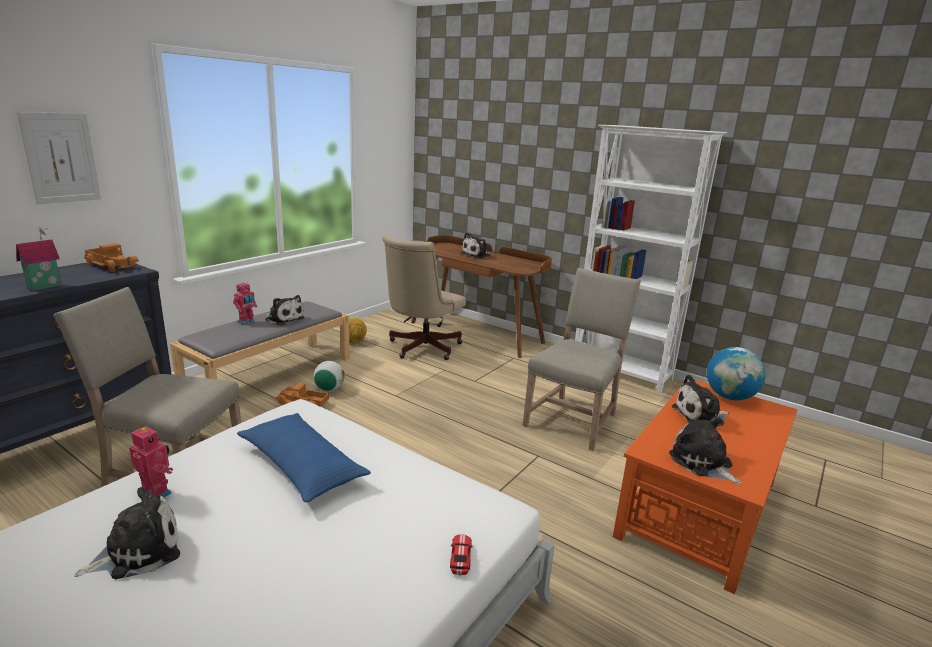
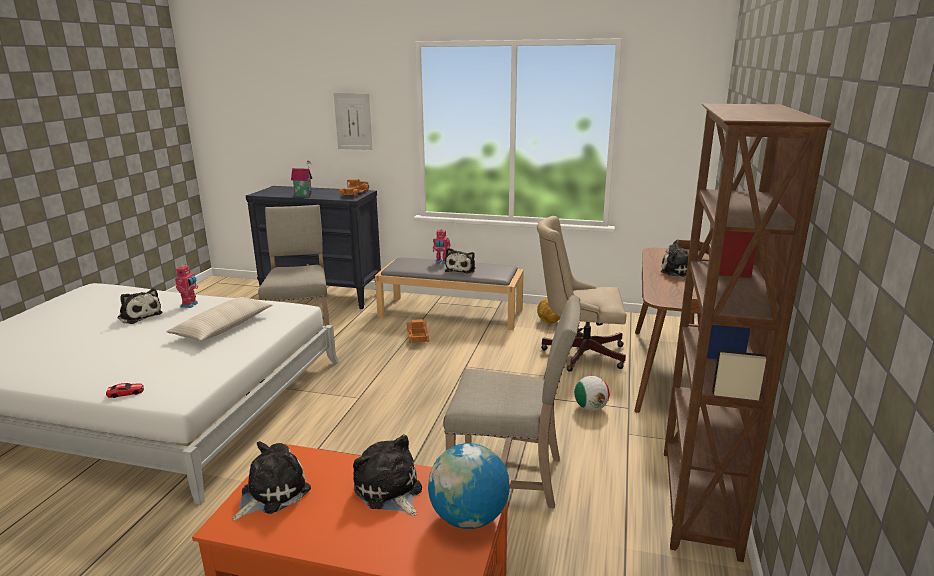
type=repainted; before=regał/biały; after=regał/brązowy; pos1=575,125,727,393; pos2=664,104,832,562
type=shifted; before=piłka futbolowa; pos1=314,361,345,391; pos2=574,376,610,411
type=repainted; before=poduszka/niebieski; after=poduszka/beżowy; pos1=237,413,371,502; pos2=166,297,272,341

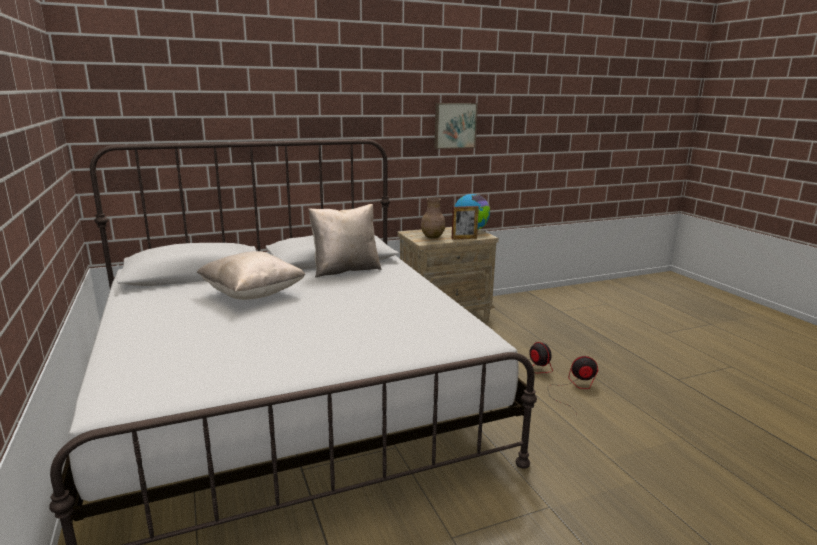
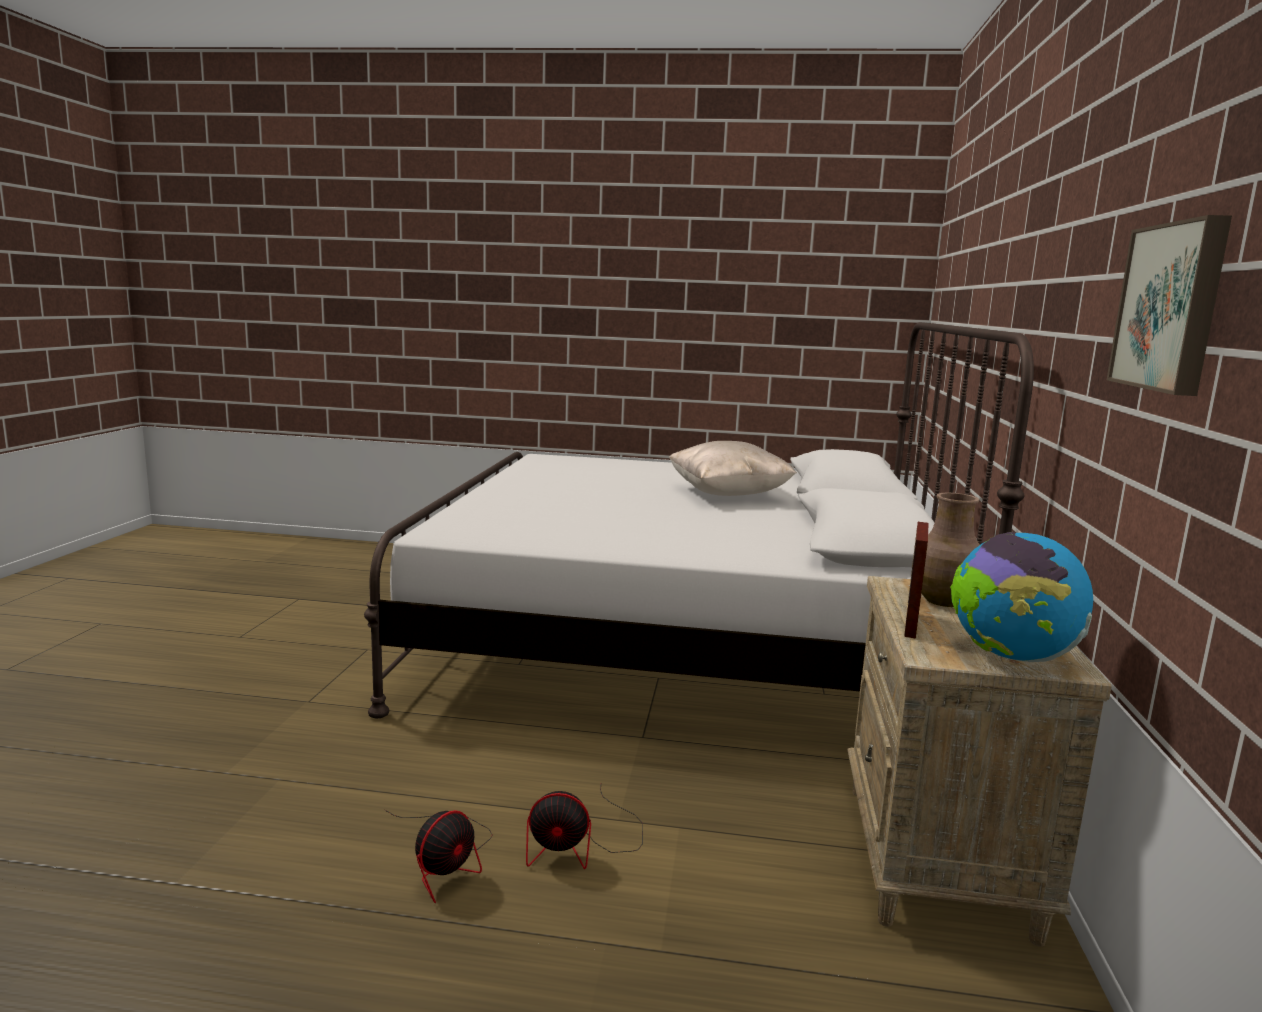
type=gone; before=poduszka/beżowy; pos1=308,204,382,278

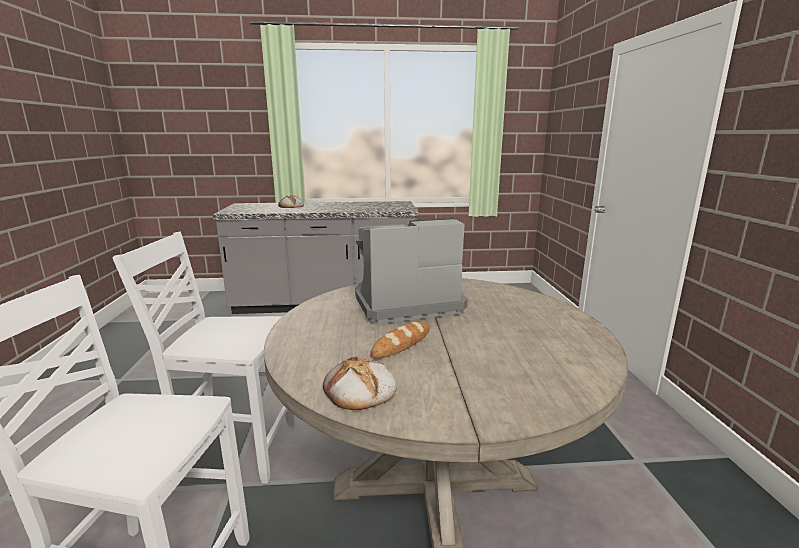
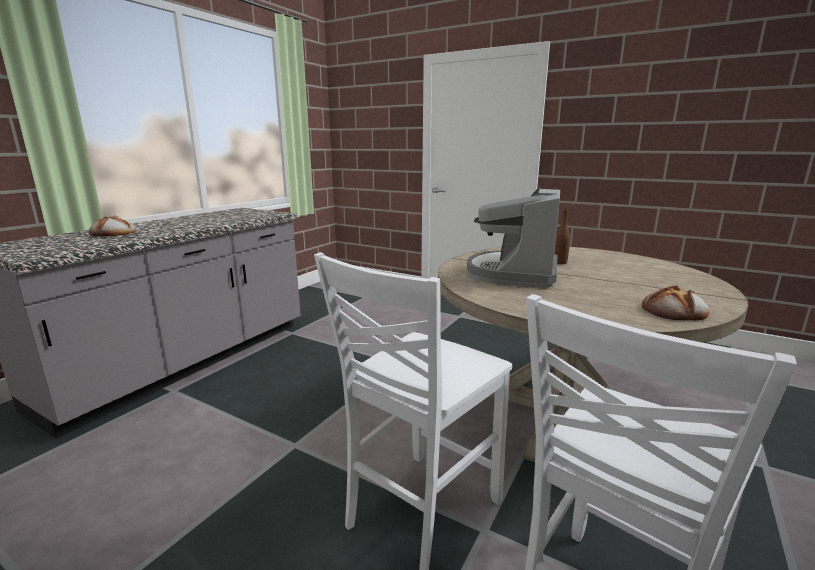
type=gone; before=chleb; pos1=370,322,430,359
type=new; after=butelka/brązowy; pos2=554,207,570,264

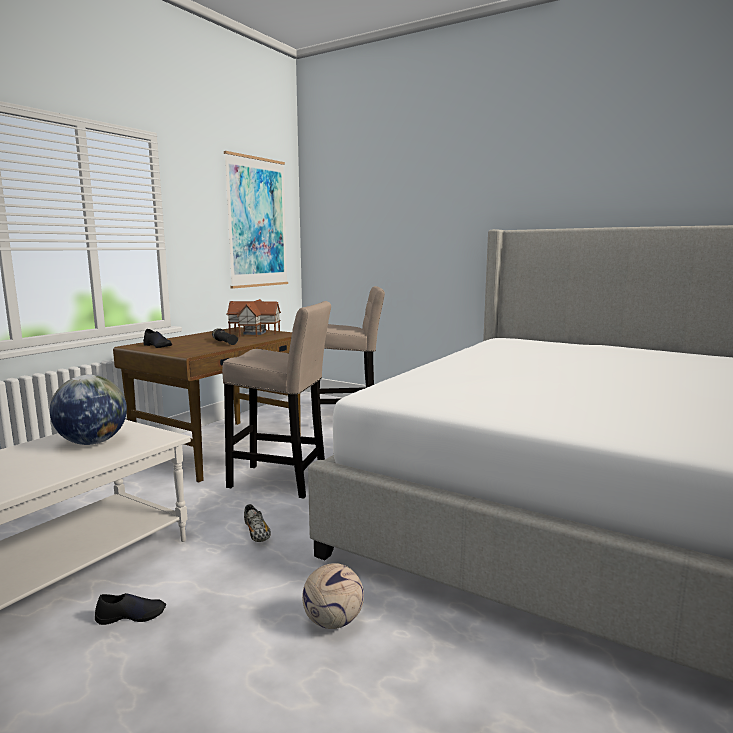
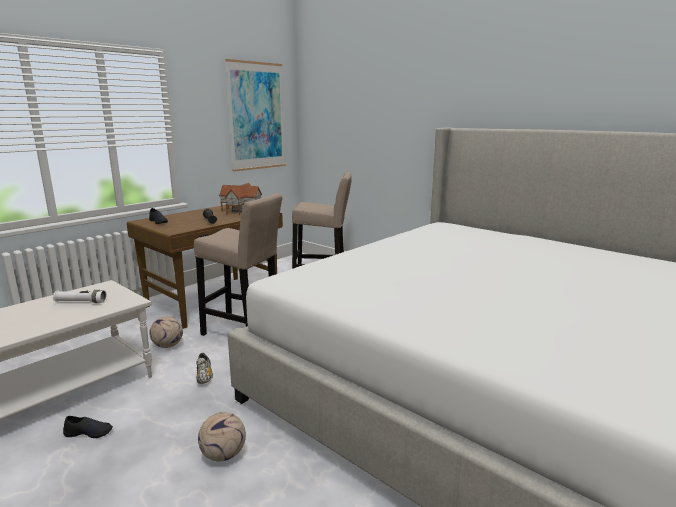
type=swapped; before=globus; after=latarka/biały; pos1=50,375,127,445; pos2=53,290,107,303
type=new; after=piłka futbolowa; pos2=149,316,183,348

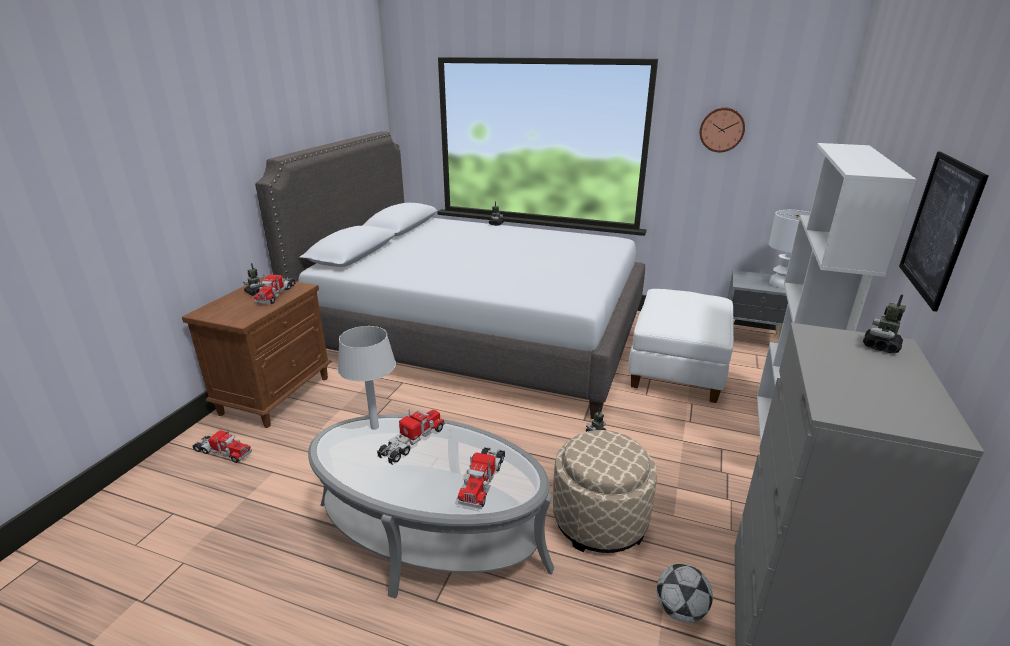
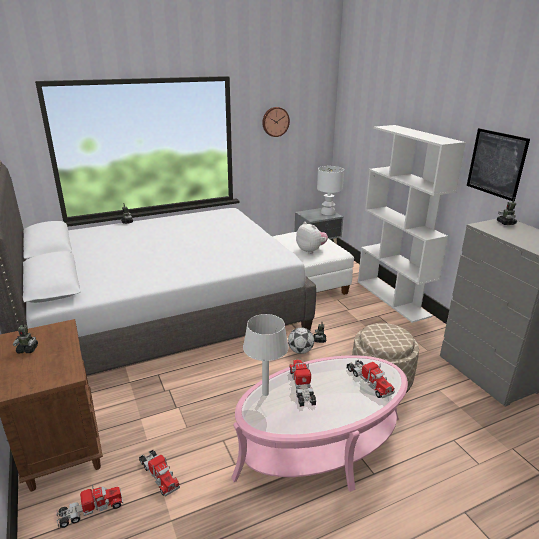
type=shifted; before=ciężarówka zabawkowa; pos1=254,274,296,304; pos2=139,450,180,497
type=repainted; before=ława/szary; after=ława/różowy; pos1=308,414,554,599; pos2=231,355,408,492
type=shifted; before=piłka futbolowa; pos1=657,564,713,623; pos2=288,327,314,354
type=new; after=pluszak; pos2=296,222,328,254

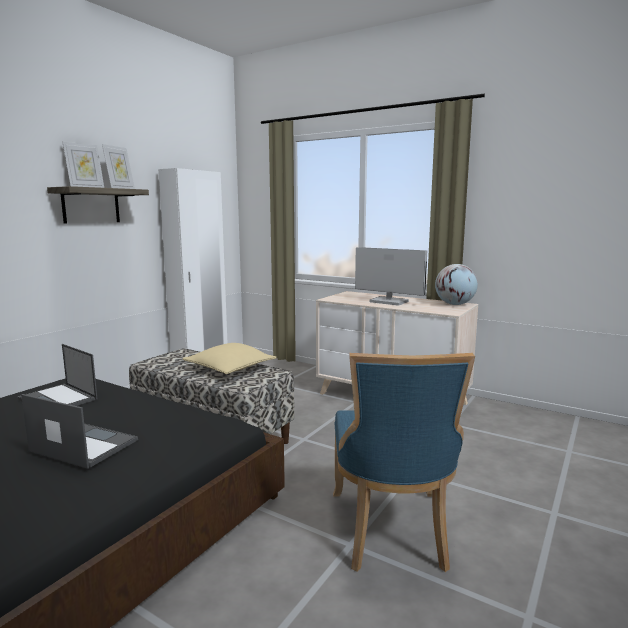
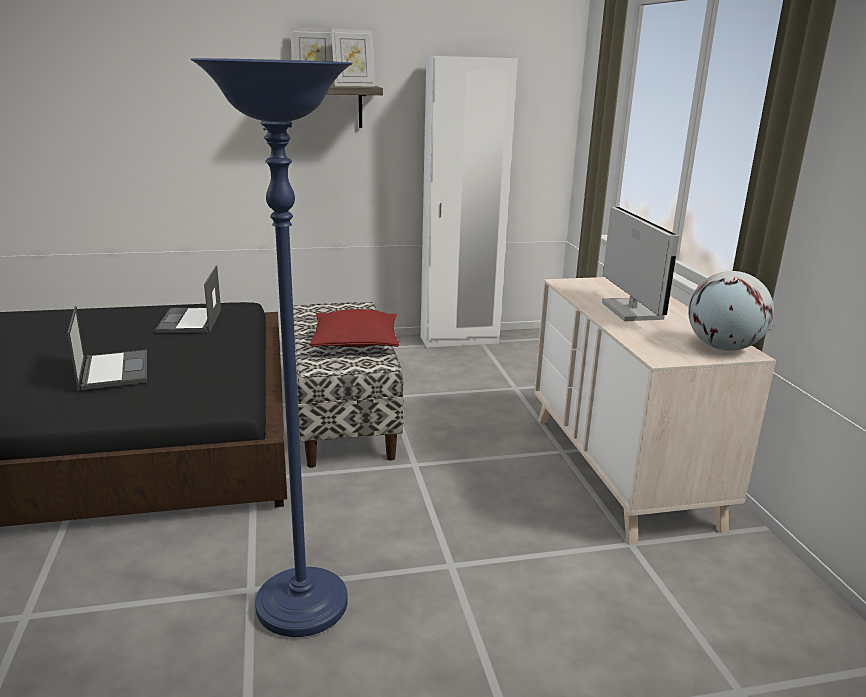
type=repainted; before=poduszka/beżowy; after=poduszka/czerwony; pos1=182,343,277,374; pos2=309,309,399,347
type=swapped; before=krzesło/niebieski; after=lampa stojąca/niebieski; pos1=333,353,475,572; pos2=191,58,352,637

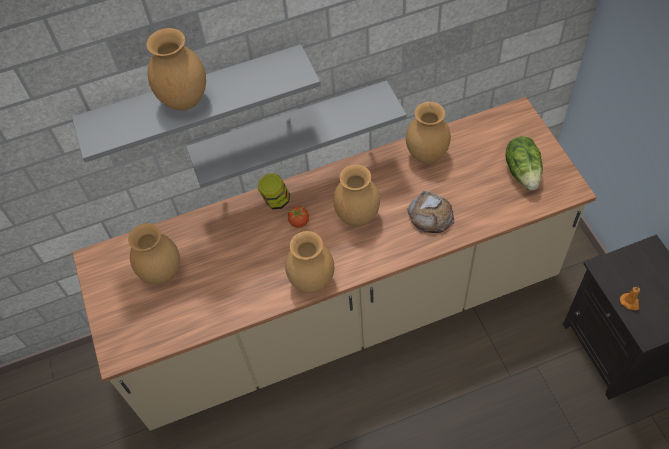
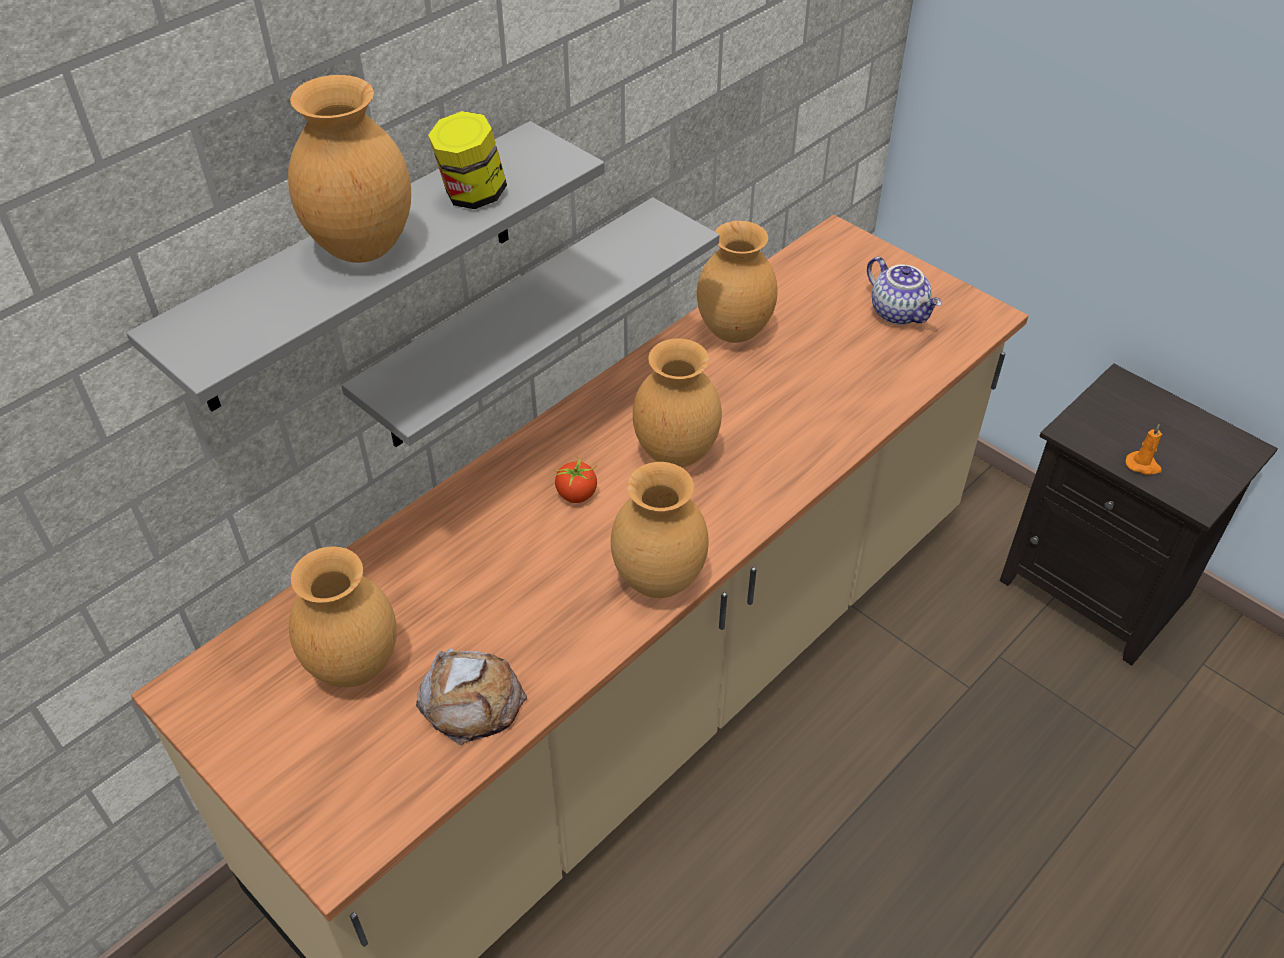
type=swapped; before=sałata; after=imbryk; pos1=505,136,543,190; pos2=867,257,942,325
type=shifted; before=słoik; pos1=258,173,290,209; pos2=428,111,507,209
type=shifted; before=chleb; pos1=407,191,455,233; pos2=416,648,527,745

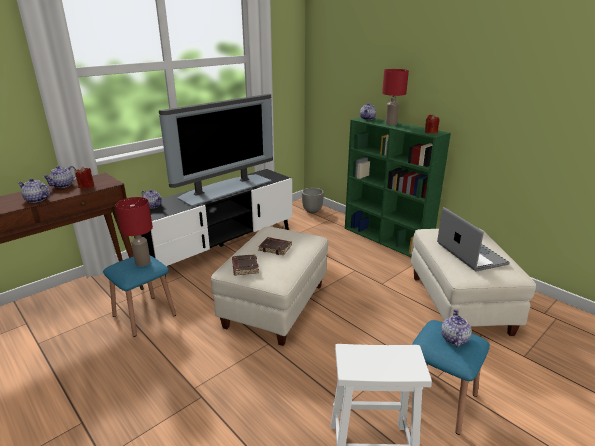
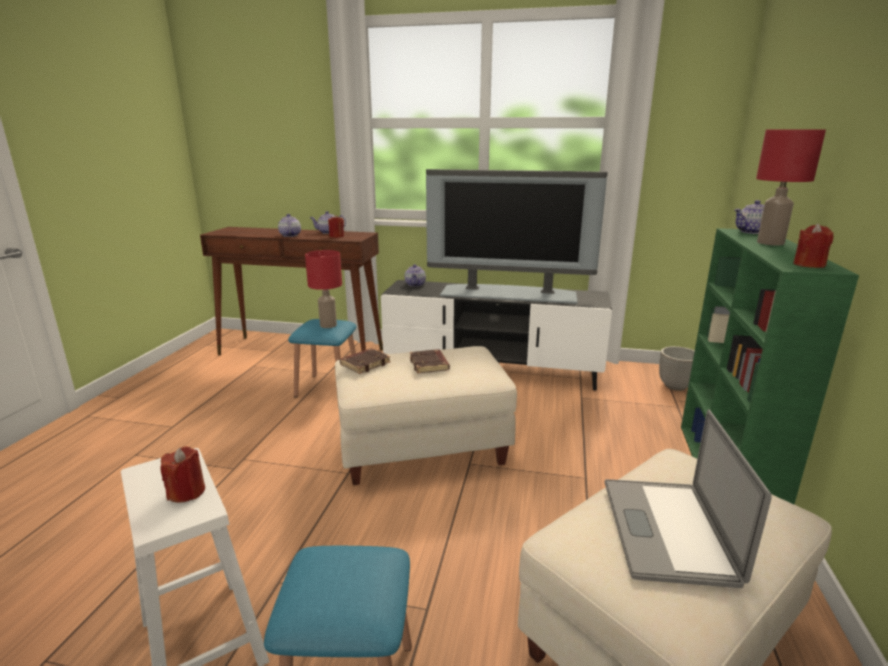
type=rotated; before=laptop; pos1=437,207,510,271; pos2=605,409,772,588; turn=150
type=gone; before=imbryk; pos1=441,309,472,347
type=new; after=świeca/czerwony; pos2=160,447,205,503

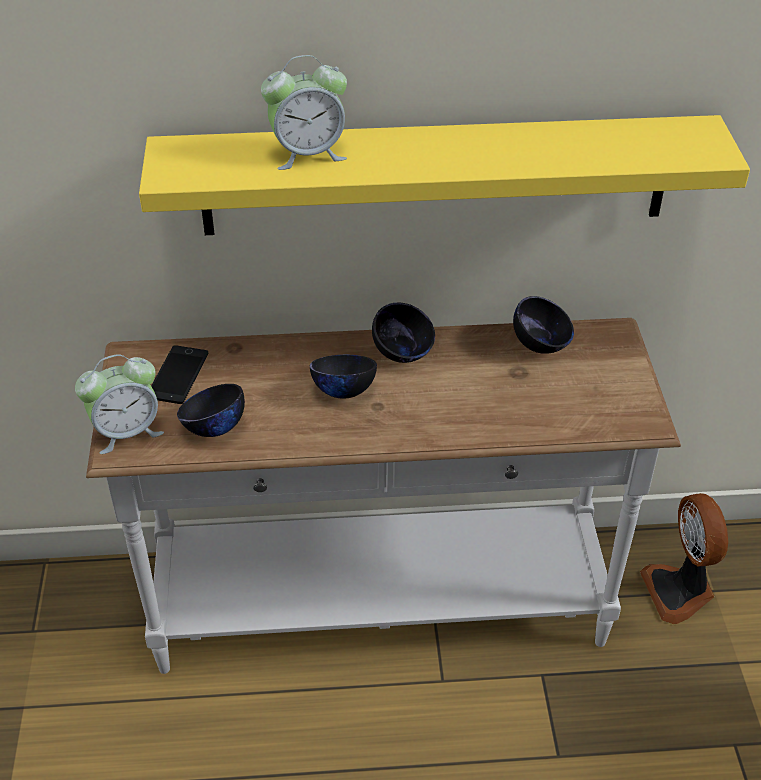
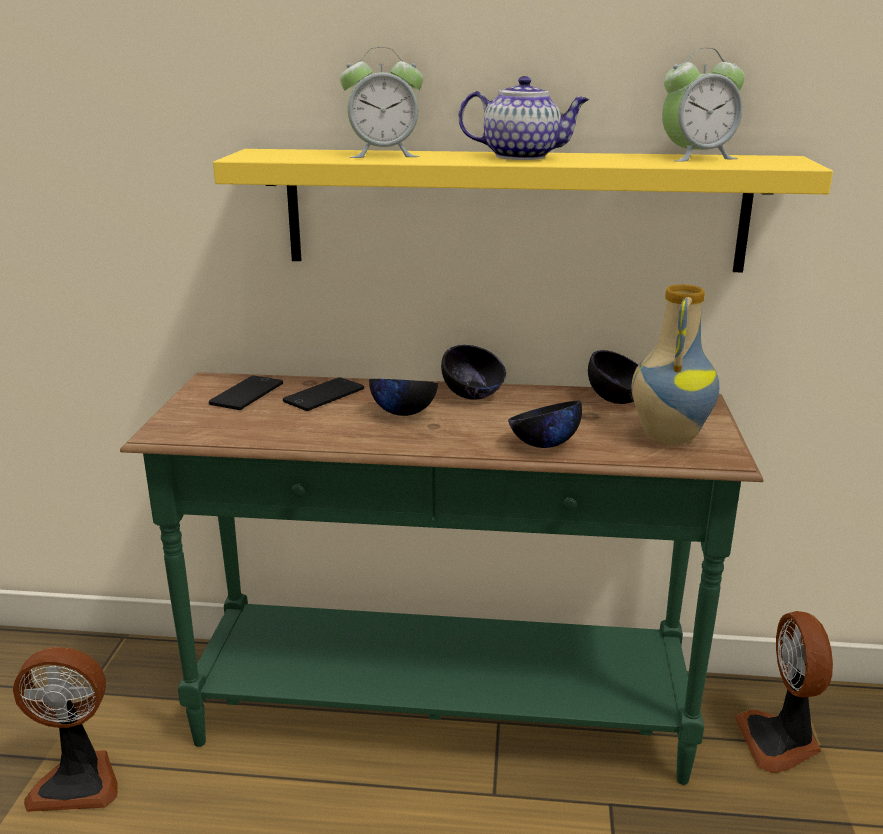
type=repainted; before=stolik konsolowy/biały; after=stolik konsolowy/zielony; pos1=86,318,681,674; pos2=120,372,763,785
type=shifted; before=budzik; pos1=75,354,164,454; pos2=662,48,745,162
type=shifted; before=miska/czarny; pos1=177,384,245,437; pos2=508,401,582,448
type=new; after=imbryk; pos2=458,76,589,160
type=new; after=wazon; pos2=631,284,719,444
type=new; after=telefon; pos2=283,377,364,411
type=new; after=wentylator; pos2=13,647,118,812

